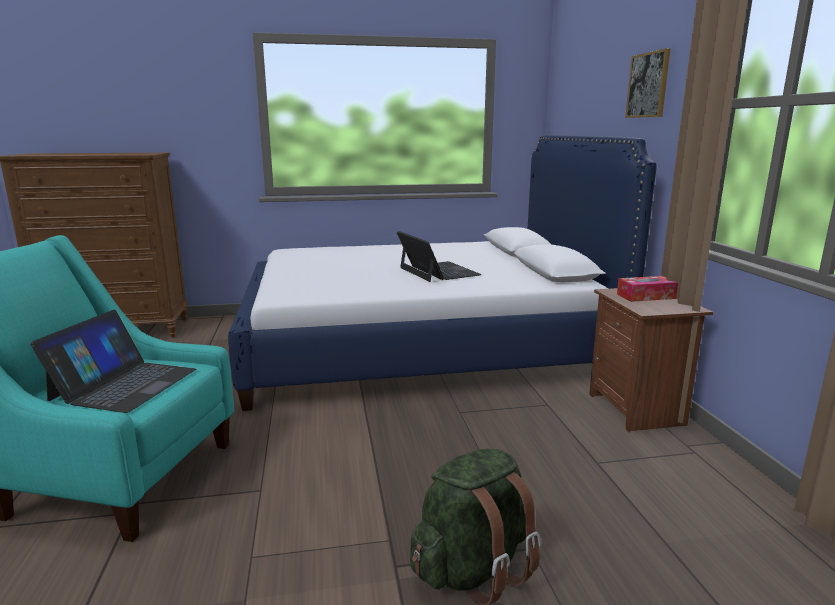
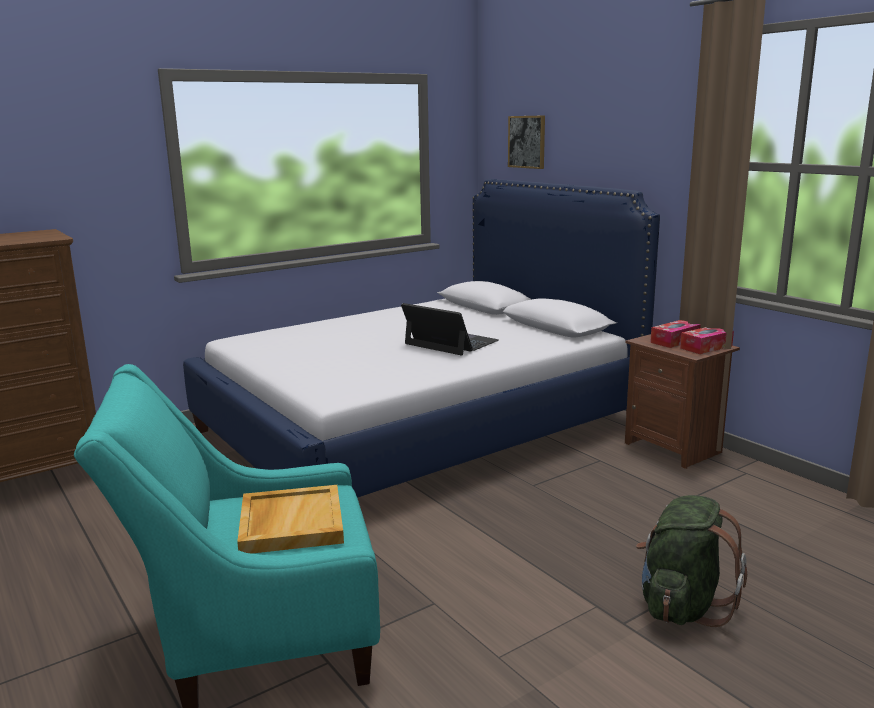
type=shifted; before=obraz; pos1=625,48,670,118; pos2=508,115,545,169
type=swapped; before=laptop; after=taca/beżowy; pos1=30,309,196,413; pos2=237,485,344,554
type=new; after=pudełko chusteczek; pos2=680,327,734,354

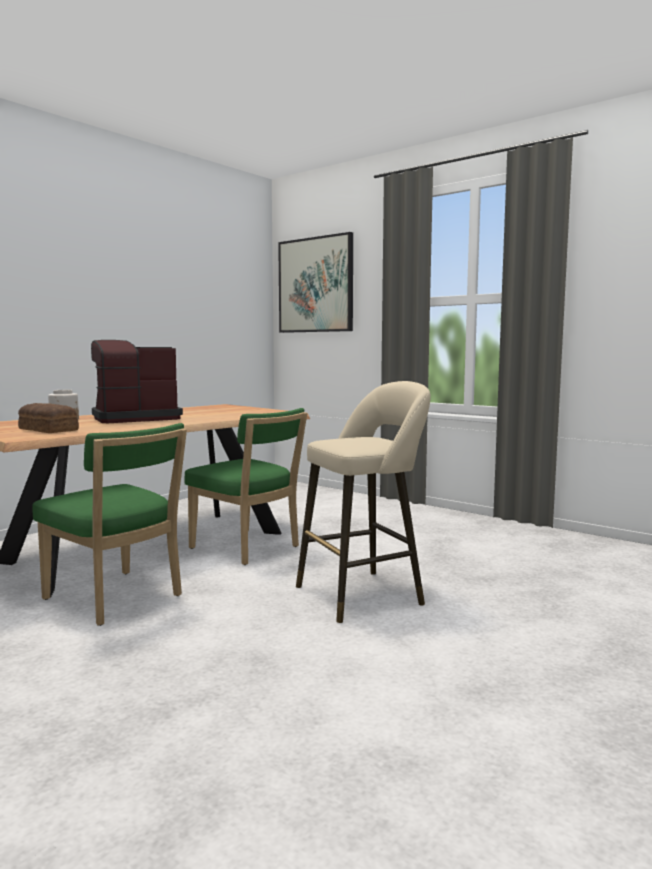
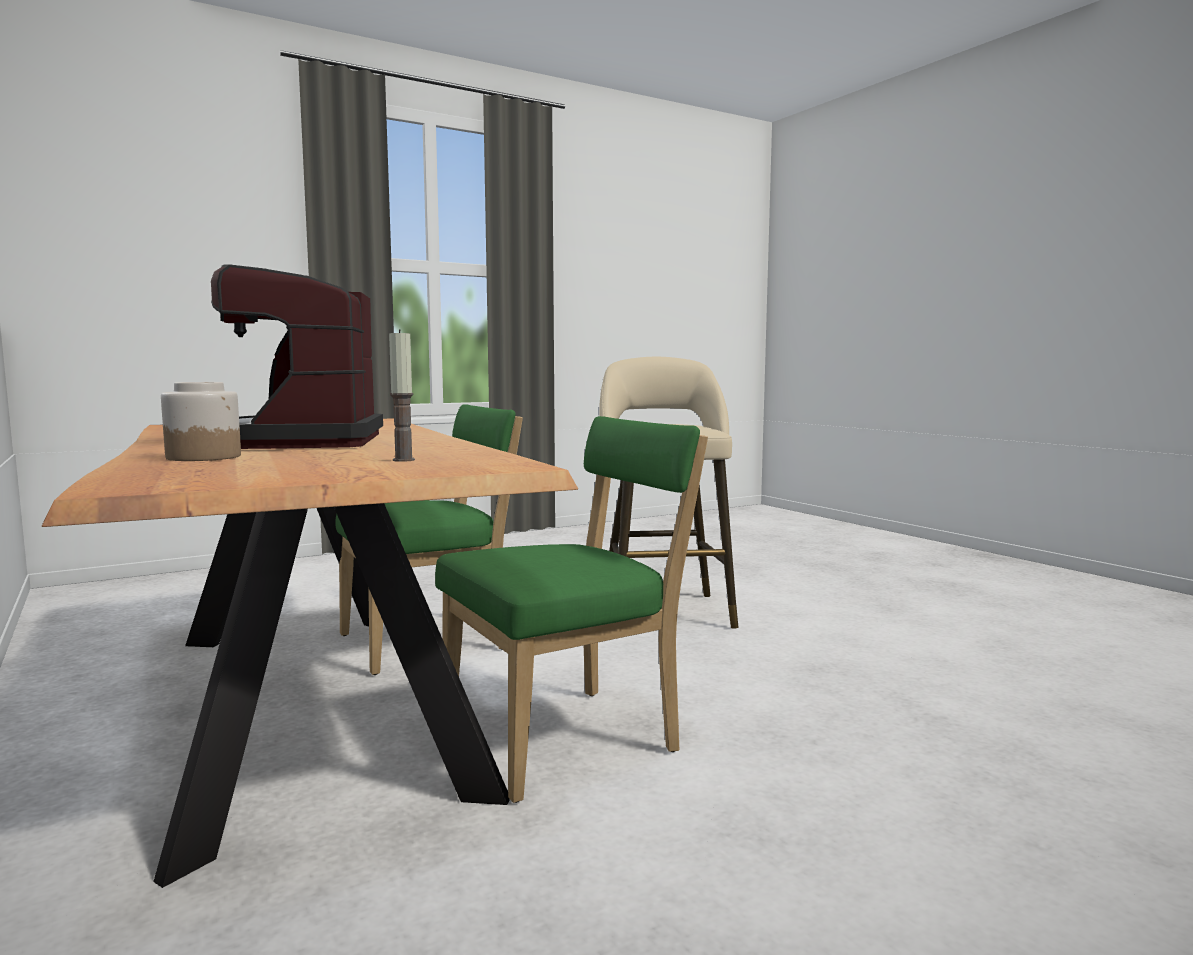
type=gone; before=obraz; pos1=278,232,353,333
type=swapped; before=chleb; after=świeca; pos1=18,403,79,433; pos2=389,329,415,462

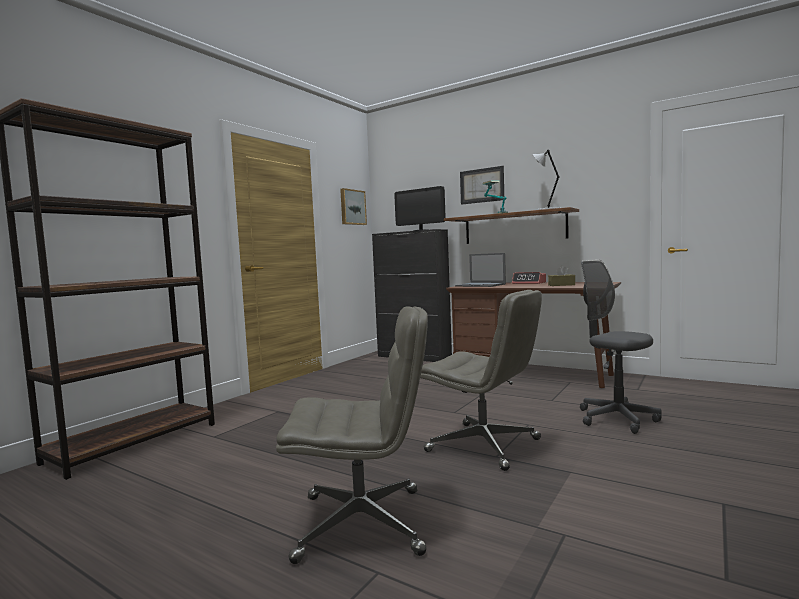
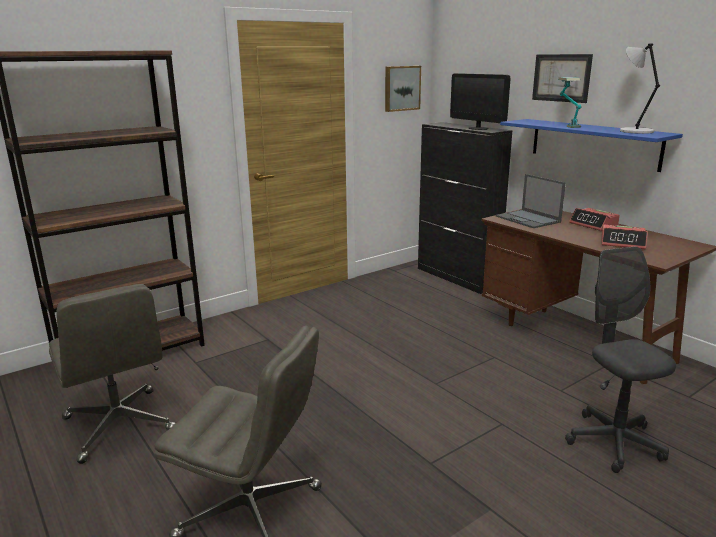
type=repainted; before=półka/brązowy; after=półka/niebieski; pos1=444,207,579,244; pos2=500,119,683,172
type=swapped; before=pudełko chusteczek/brązowy; after=budzik; pos1=548,265,575,286; pos2=601,225,648,249
type=shifted; before=krzesło biurowe/szary; pos1=420,290,542,471; pos2=49,284,176,464

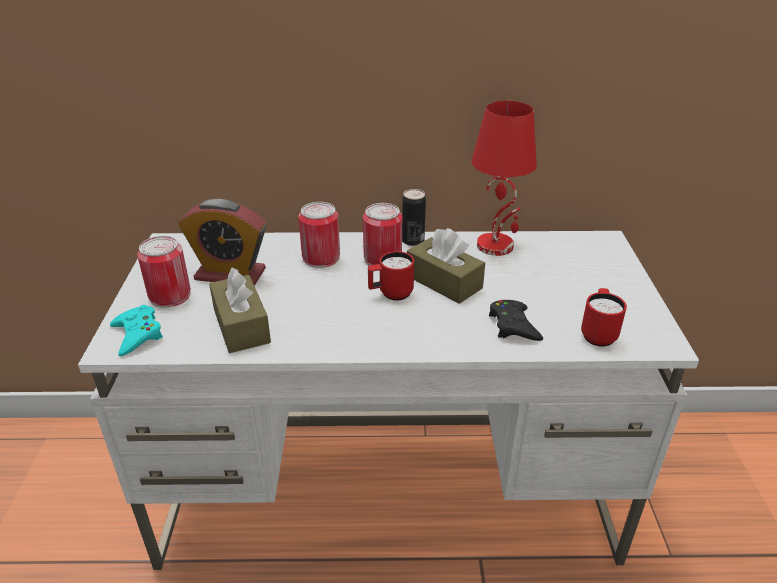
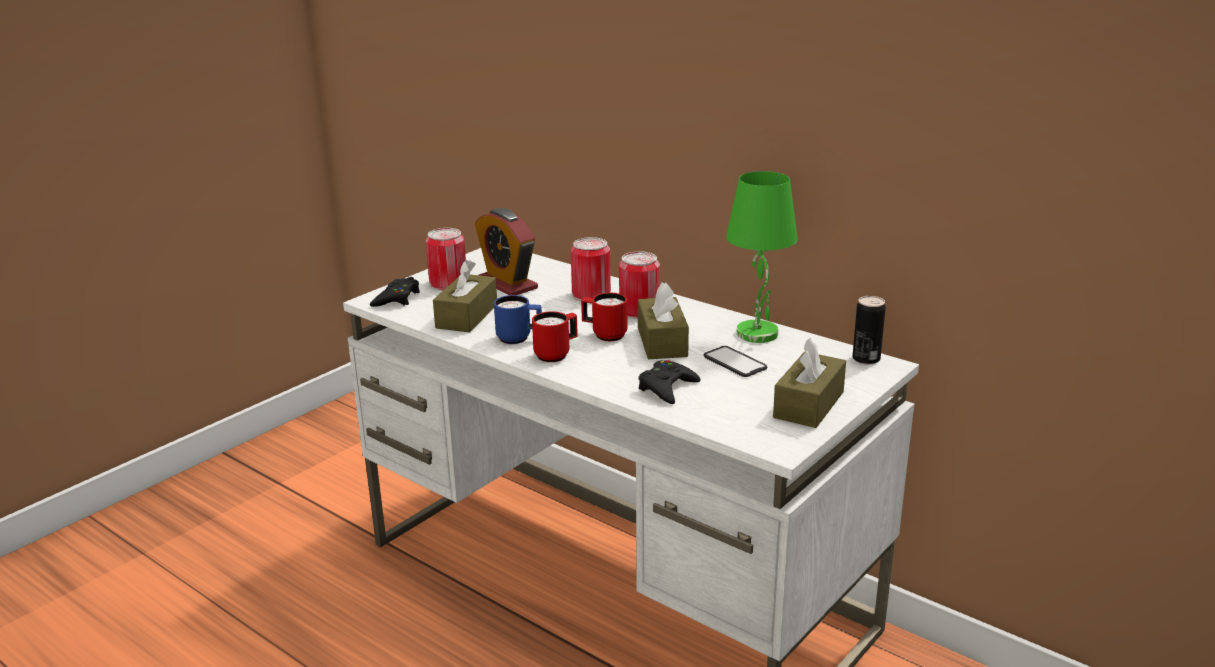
type=repainted; before=lampa stołowa/czerwony; after=lampa stołowa/zielony; pos1=471,101,537,256; pos2=726,171,798,343
type=shifted; before=puszka; pos1=402,189,426,246; pos2=852,296,886,364
type=shifted; before=kubek/czerwony; pos1=581,288,627,347; pos2=532,311,578,362
type=repainted; before=pad do gier/turkusowy; after=pad do gier/czarny; pos1=110,305,163,356; pos2=370,277,420,307
type=new; after=kubek/niebieski; pos2=494,295,542,344
type=new; after=pudełko chusteczek/brązowy; pos2=773,338,846,428
type=new; after=telefon; pos2=704,346,767,377

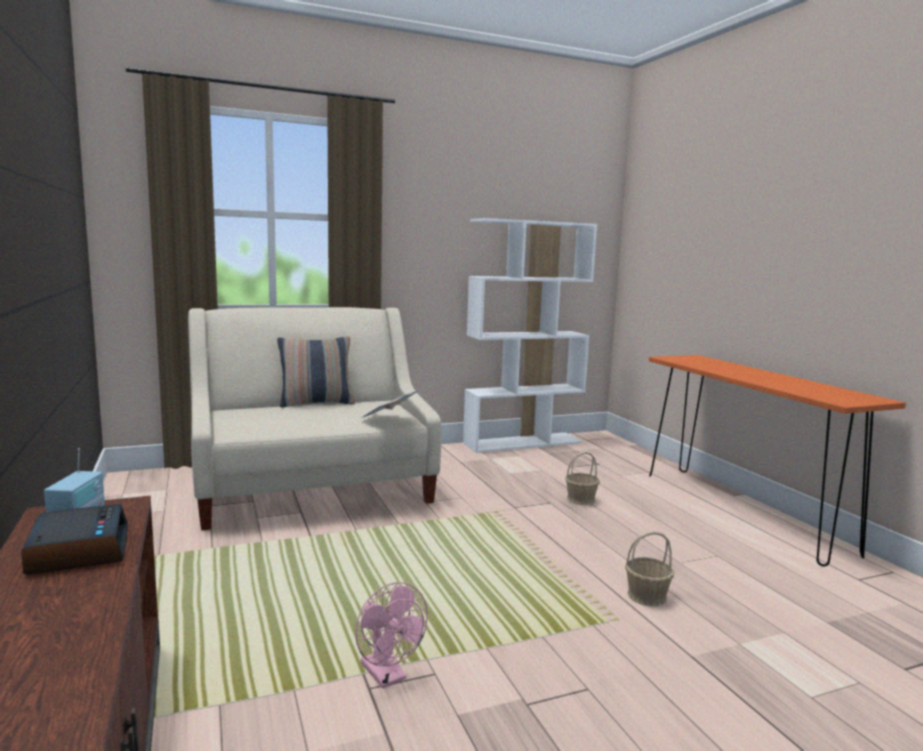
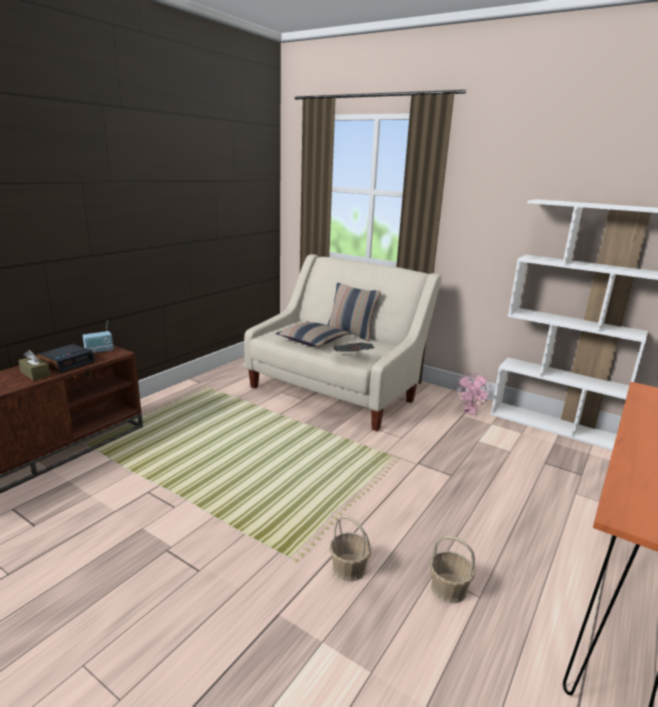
type=shifted; before=koszyk; pos1=565,451,600,505; pos2=430,536,475,603
type=shifted; before=wentylator/różowy; pos1=355,582,428,688; pos2=456,372,491,415
type=new; after=poduszka; pos2=276,322,349,347
type=new; after=pudełko chusteczek/brązowy; pos2=18,350,50,381

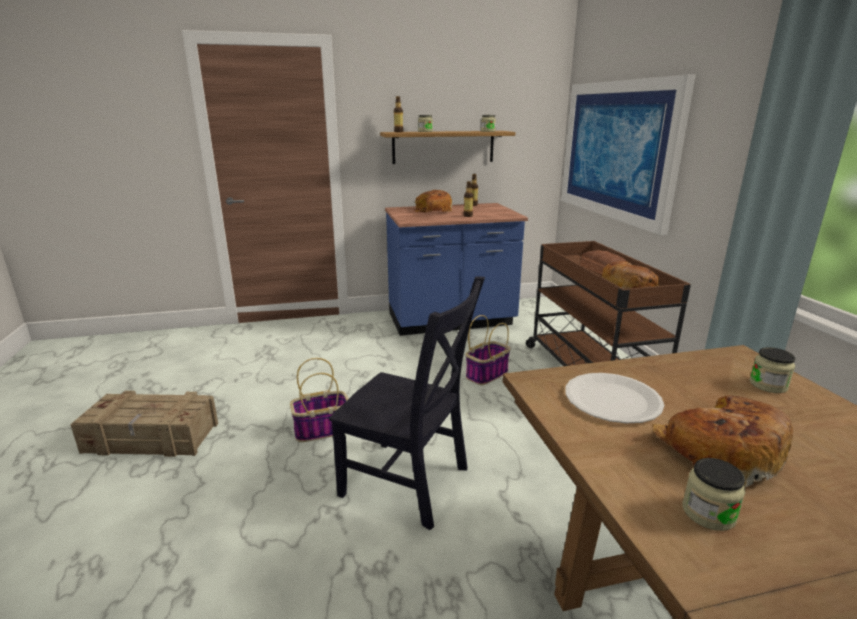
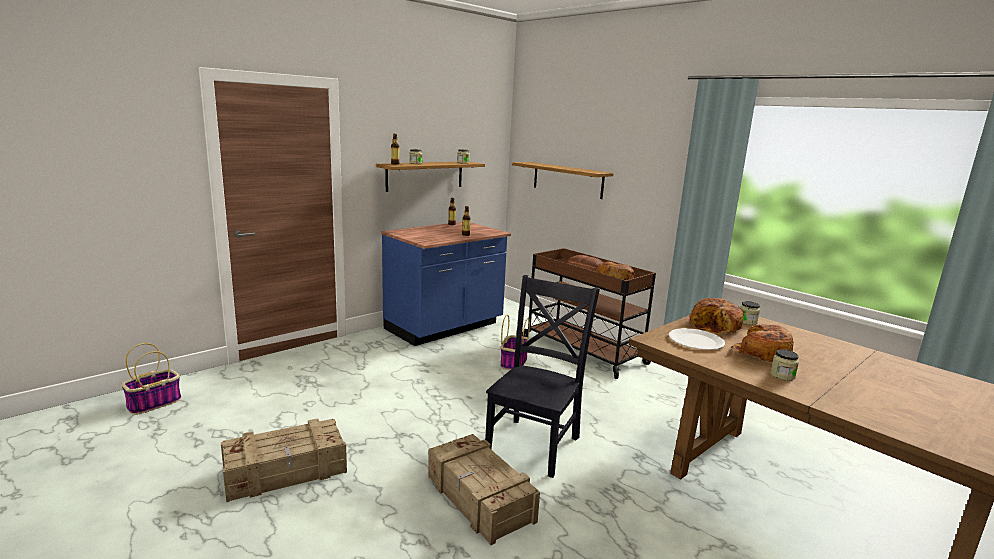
type=swapped; before=obraz; after=półka; pos1=561,75,696,235; pos2=512,162,614,199
type=shifted; before=chleb; pos1=414,190,452,213; pos2=689,298,743,334
type=rotated; before=krzesło/czarny; pos1=329,276,485,530; pos2=485,275,600,478; turn=-60
type=shifted; before=koszyk; pos1=290,358,349,442; pos2=121,343,181,415
type=new; after=skrzynka; pos2=428,434,540,545

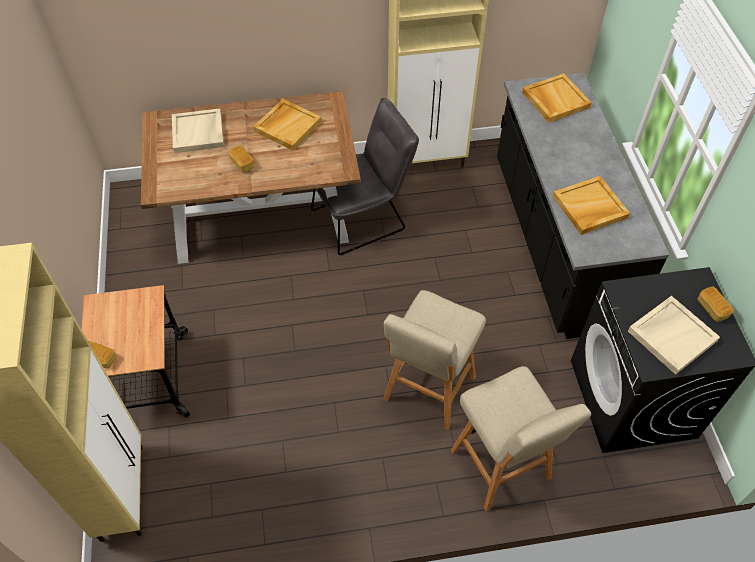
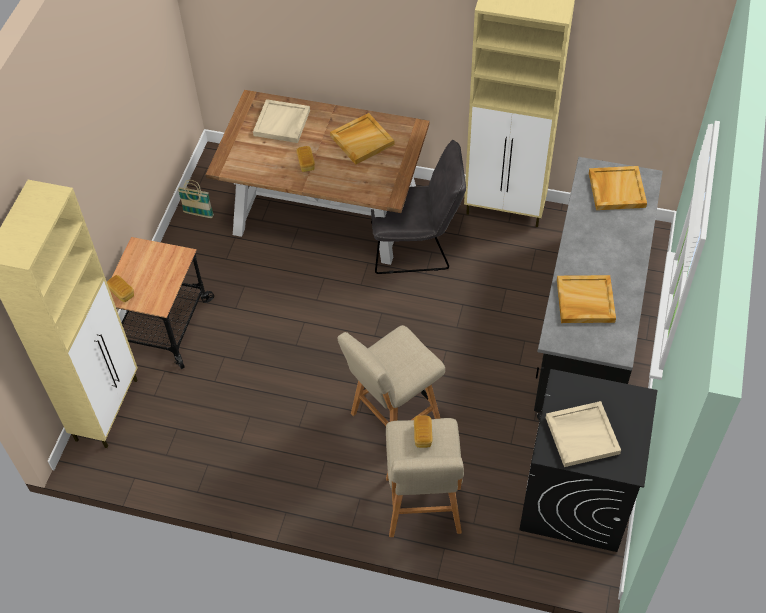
type=shifted; before=chleb; pos1=698,287,734,322; pos2=414,416,433,448
type=new; after=koszyk; pos2=178,180,214,218

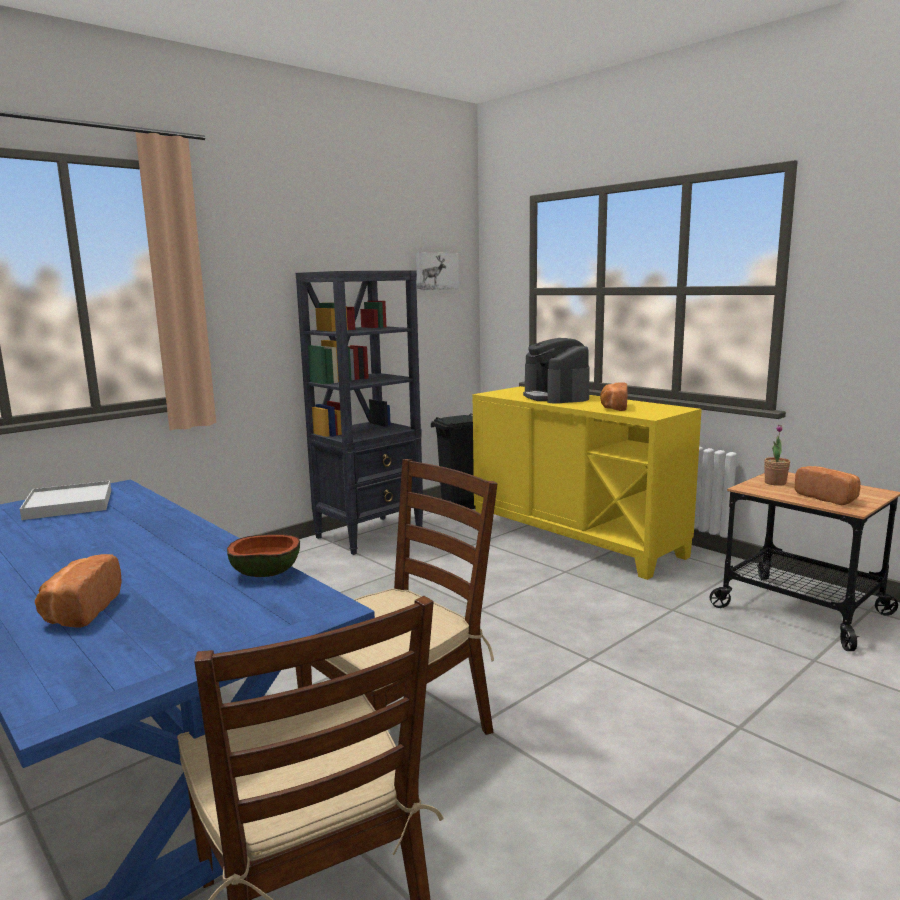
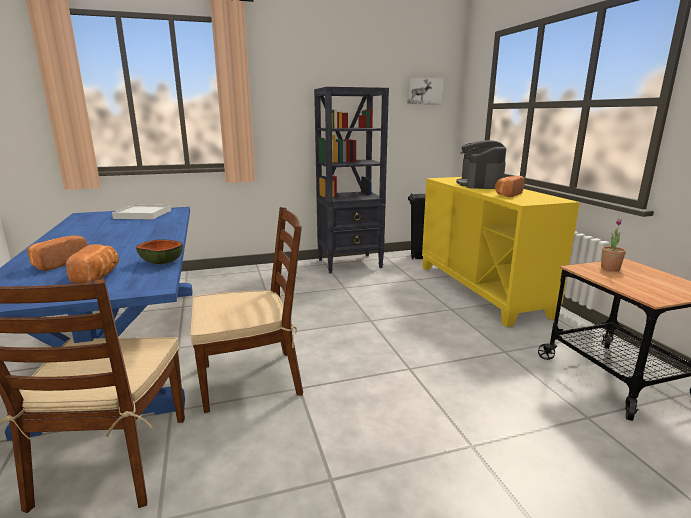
type=shifted; before=chleb; pos1=795,466,861,505; pos2=66,244,119,284

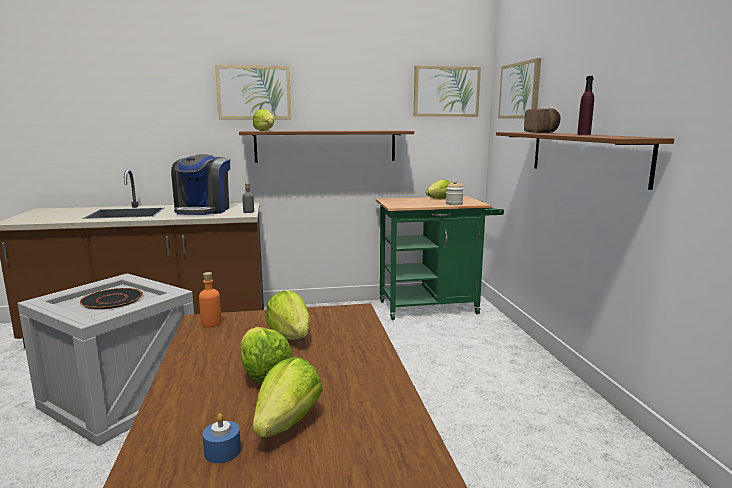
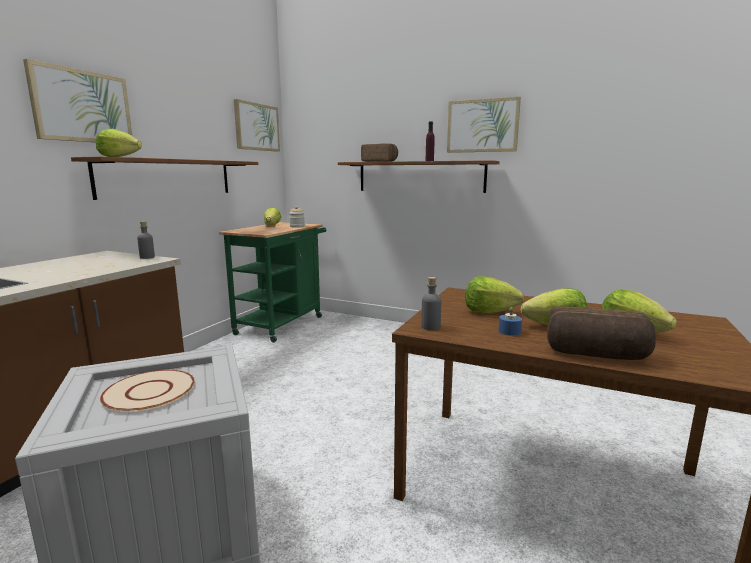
type=shifted; before=obraz; pos1=498,58,541,119; pos2=447,97,521,153
type=gone; before=ekspres do kawy; pos1=171,154,230,215
type=repainted; before=butelka/pomarańczowy; after=butelka/szary; pos1=199,272,221,327; pos2=421,277,441,330
type=repainted; before=talerz/czarny; after=talerz/beżowy; pos1=80,288,143,309; pos2=100,370,195,412
type=shifted; before=świeca/niebieski; pos1=203,414,241,463; pos2=498,307,522,336
type=new; after=chleb; pos2=547,306,656,360

